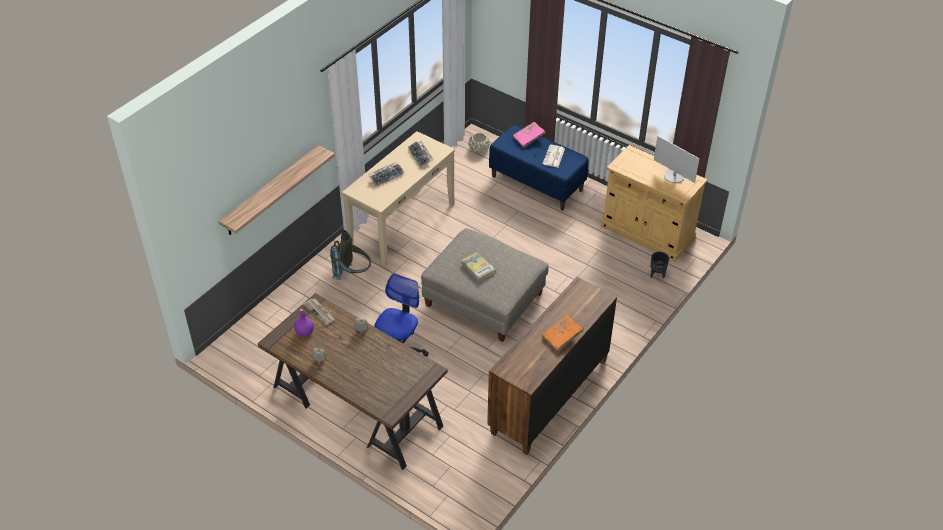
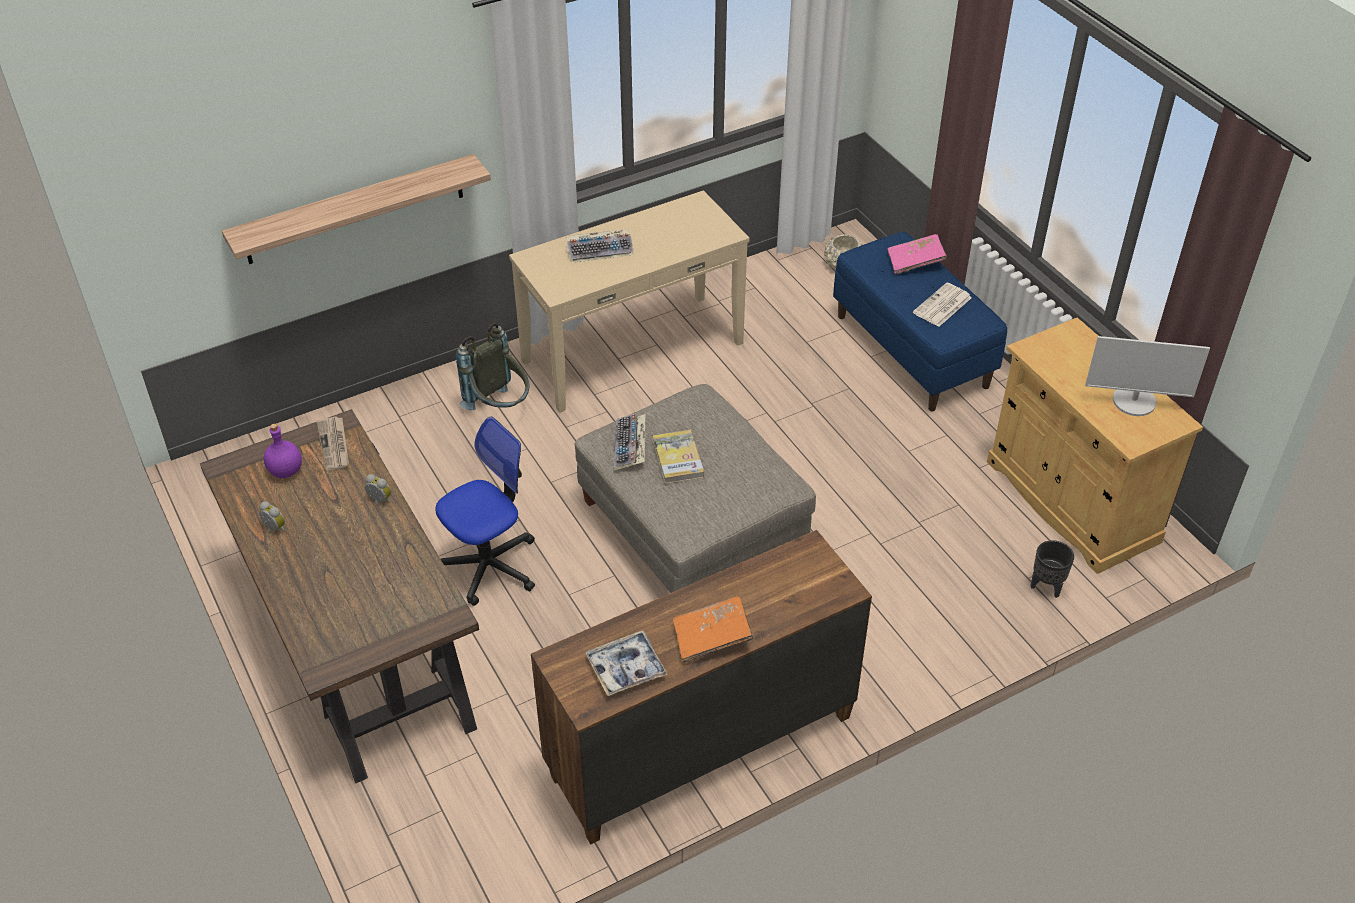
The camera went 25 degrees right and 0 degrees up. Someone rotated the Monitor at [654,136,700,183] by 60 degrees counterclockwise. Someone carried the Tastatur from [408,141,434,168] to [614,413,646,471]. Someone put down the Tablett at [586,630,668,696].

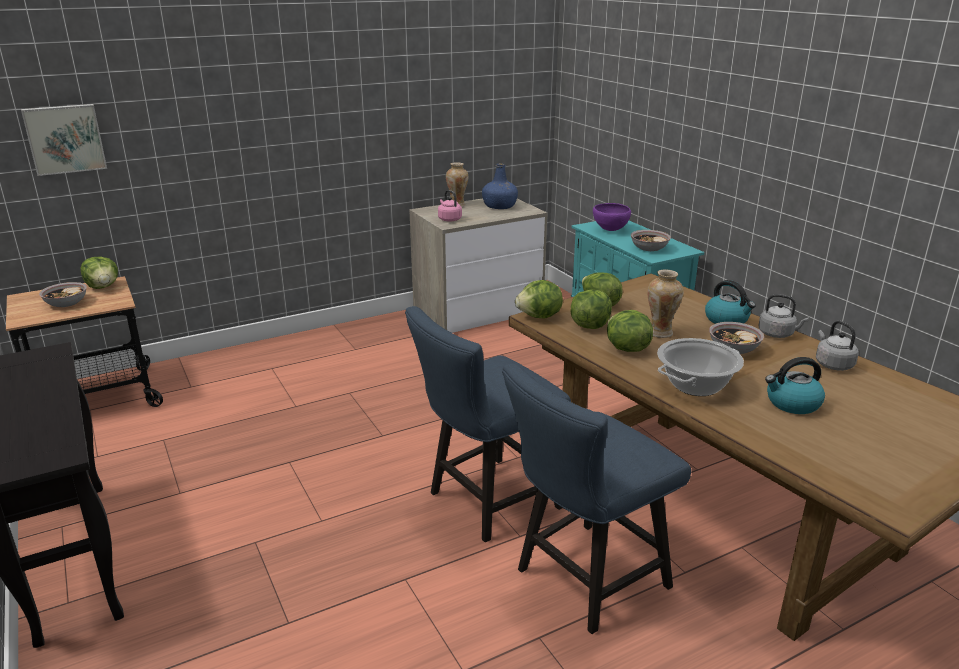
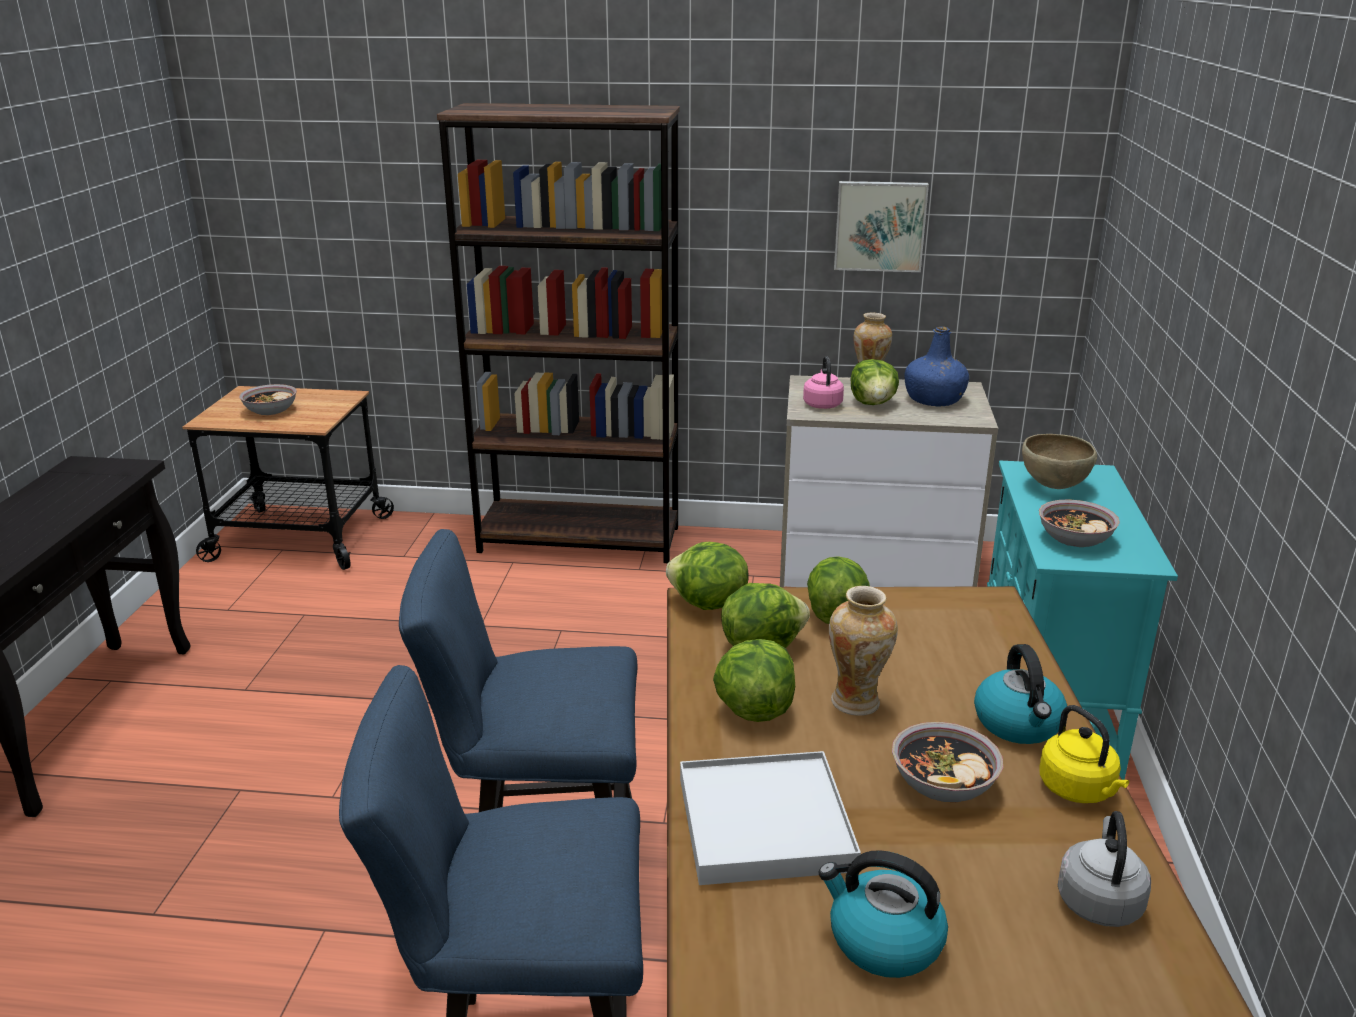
The camera went 35 degrees right and 0 degrees up. Someone carried the Bild from [21,104,107,176] to [834,181,929,272]. Someone repainted the Schüssel [lila] at [593,203,631,231], which became the Schüssel [braun] at [1022,434,1097,489]. Someone carried the Salatkopf from [81,256,118,289] to [851,359,899,405]. Someone repainted the Wasserkessel [grau] at [759,294,809,338], which became the Wasserkessel [gelb] at [1039,705,1129,803]. Someone swapped the Kochtopf at [657,338,744,396] for the Tablett [weiß] at [680,751,861,885]. Someone put down the Bücherregal [braun] at [437,103,680,563].

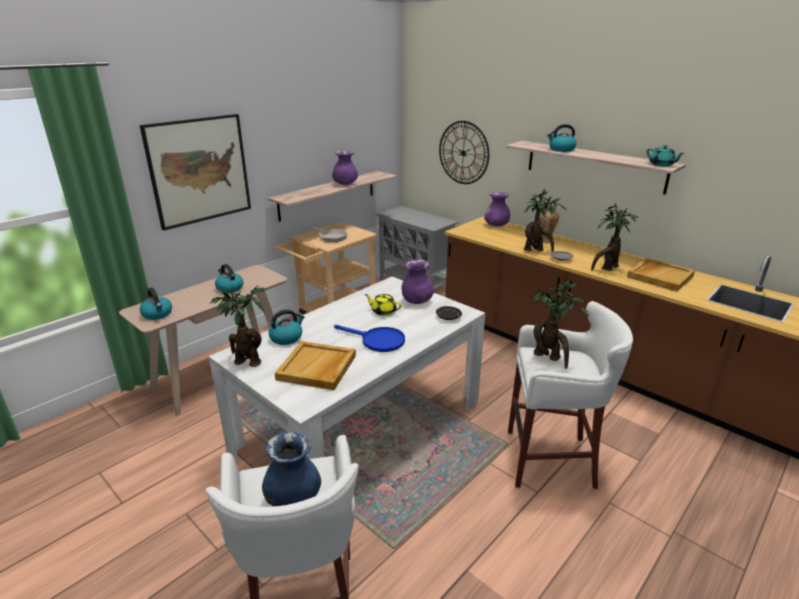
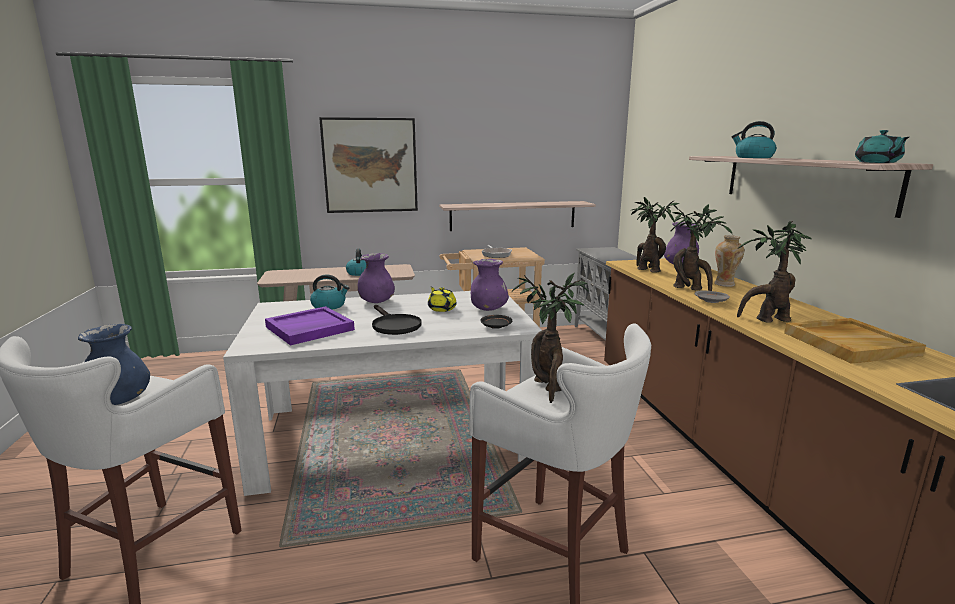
The camera went 35 degrees right and 10 degrees down. Someone took away the Wanduhr at [439,121,489,184]. Someone carried the Vase [lila] from [332,150,358,185] to [357,253,395,303]. Someone carried the Topfpflanze from [209,285,265,367] to [630,197,679,273]. Someone took away the Wasserkessel at [140,287,172,320]. Someone repainted the Pfanne [blau] at [334,325,405,352], which became the Pfanne [schwarz] at [372,305,422,335]. Someone repainted the Tablett [beige] at [275,341,356,390], which became the Tablett [lila] at [265,306,355,345].

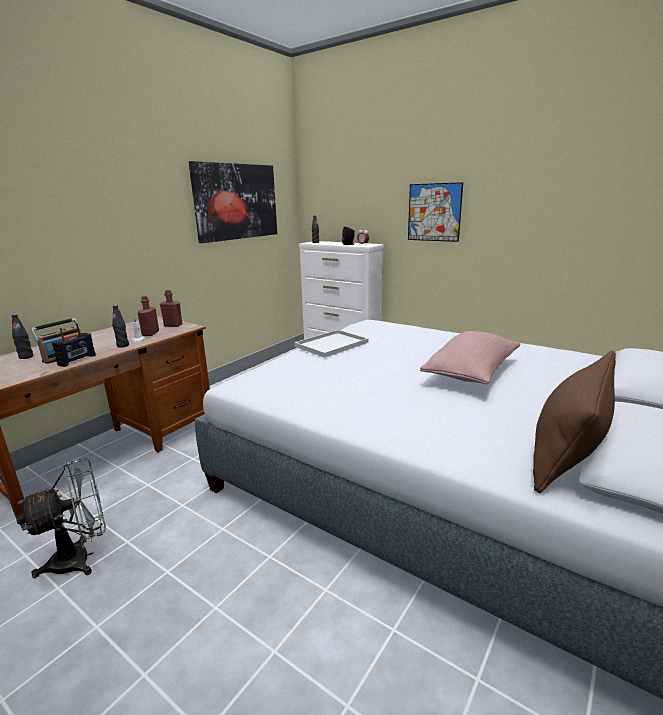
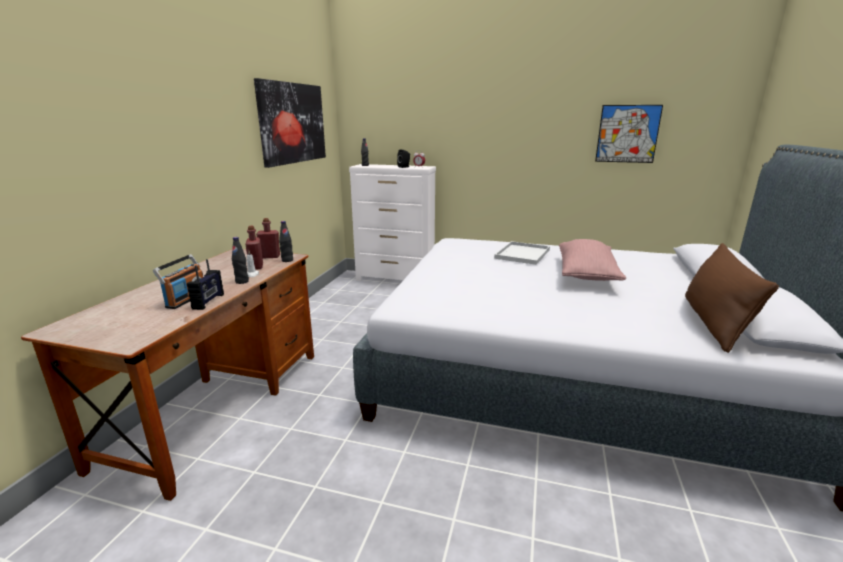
The camera went 20 degrees left and 0 degrees up. Someone carried the Bild from [408,182,463,242] to [595,105,663,163]. Someone carried the Flasche [schwarz] from [11,314,33,359] to [279,221,293,262]. Someone carried the Tablett [weiß] from [294,330,368,358] to [494,241,550,265]. Someone took away the Ventilator [grau] at [16,457,106,578].

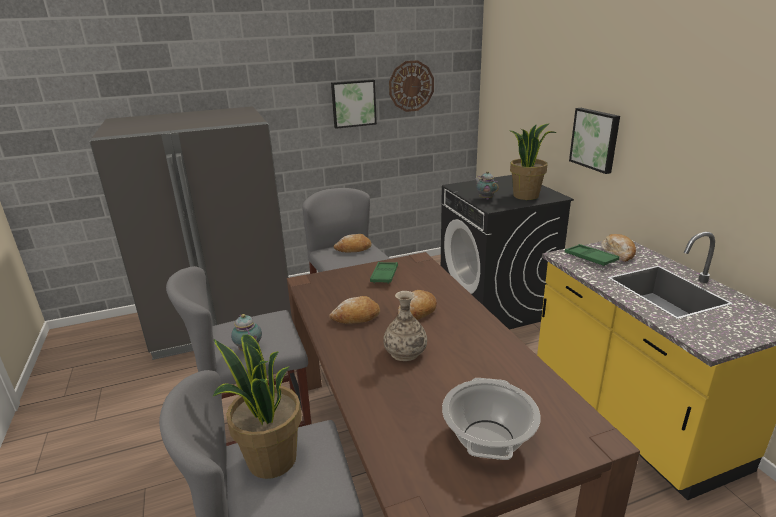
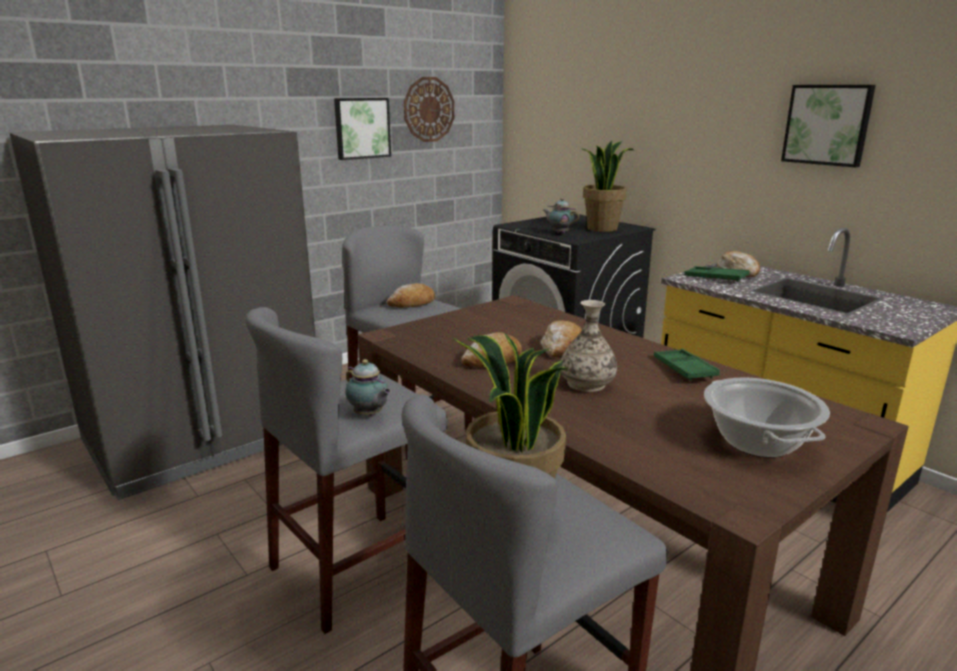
The camera went 20 degrees left and 5 degrees down. Someone carried the Bild from [569,108,620,174] to [781,85,876,167]. Someone carried the Tablett [grün] from [370,262,398,284] to [654,349,720,381].

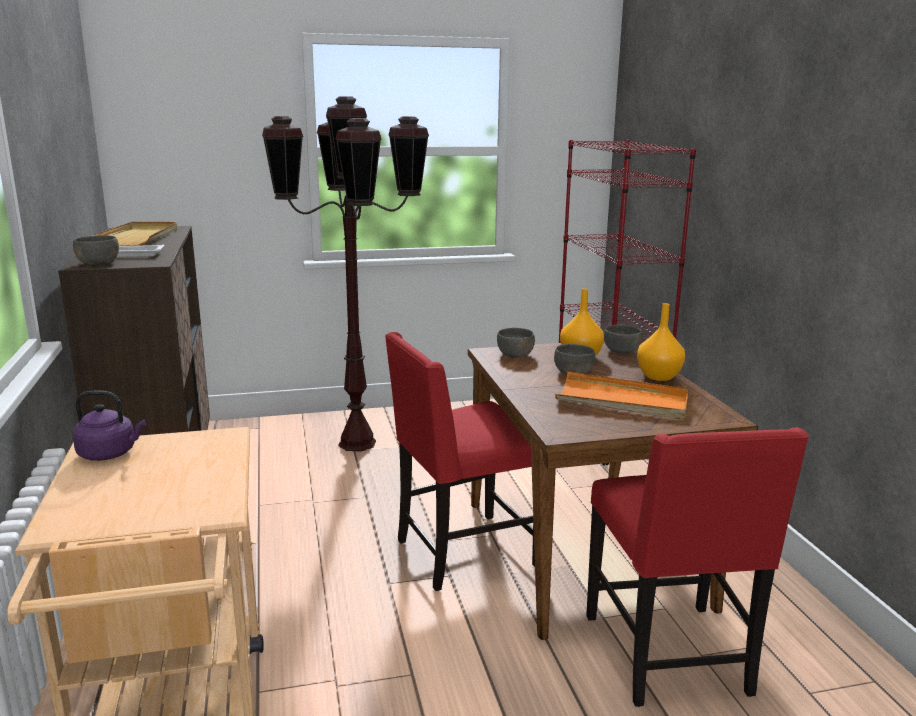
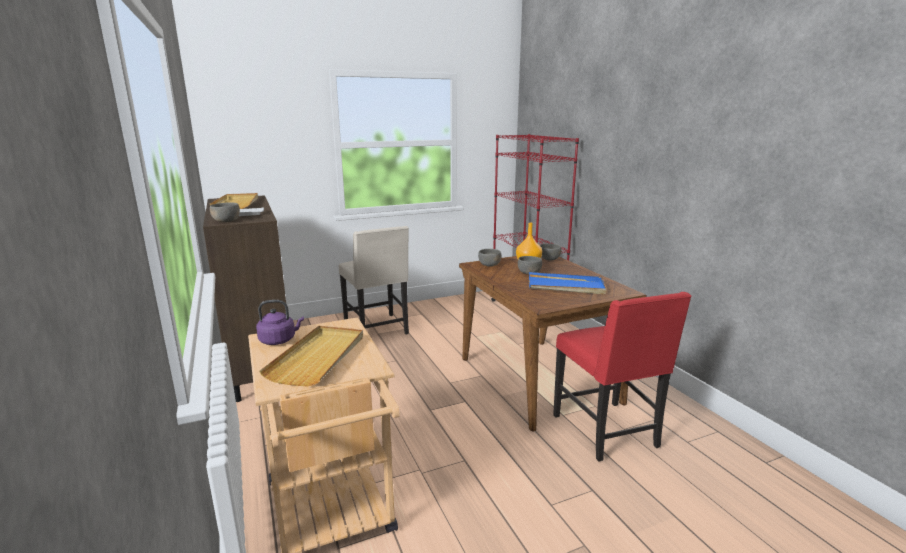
The camera went 10 degrees left and 0 degrees up. Someone swapped the Stehlampe [braun] at [262,96,429,452] for the Stuhl [beige] at [339,226,409,335]. Someone took away the Vase [orange] at [637,303,685,381]. Someone took away the Stuhl [rot] at [385,332,535,591]. Someone repainted the Tablett [orange] at [555,372,688,419], which became the Tablett [blau] at [529,272,607,294]. Someone put down the Tablett [beige] at [259,326,363,387].

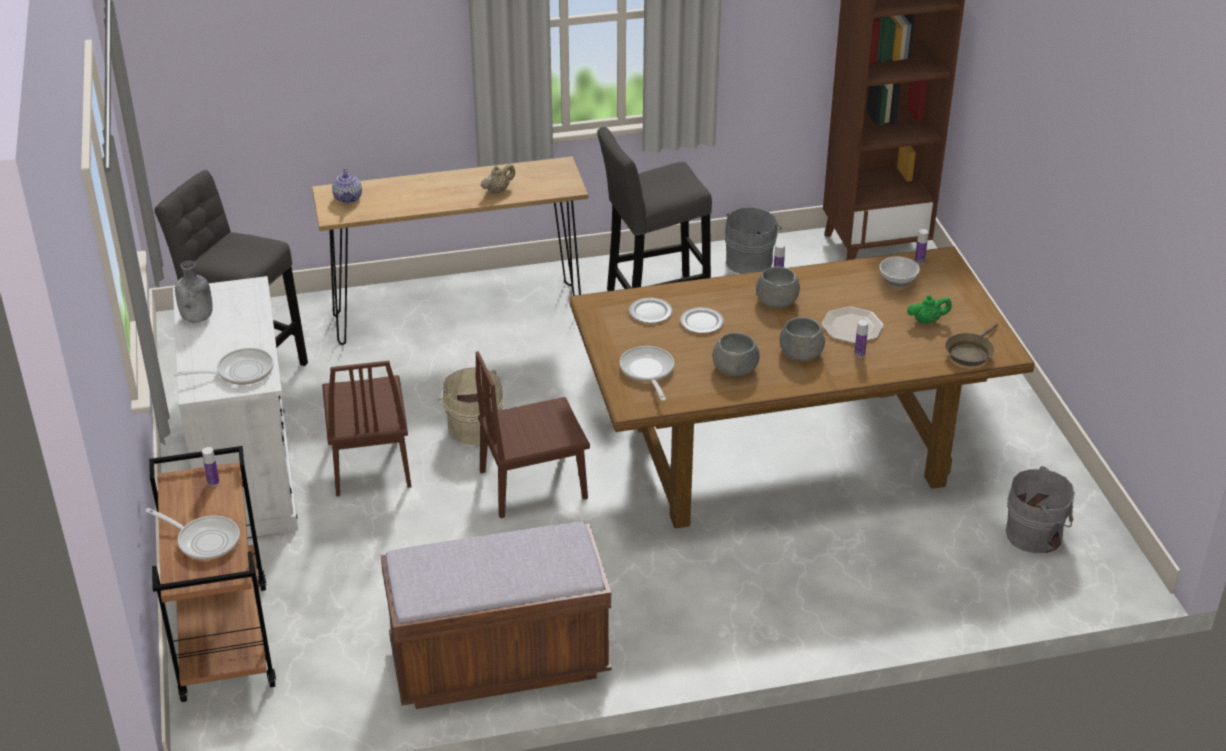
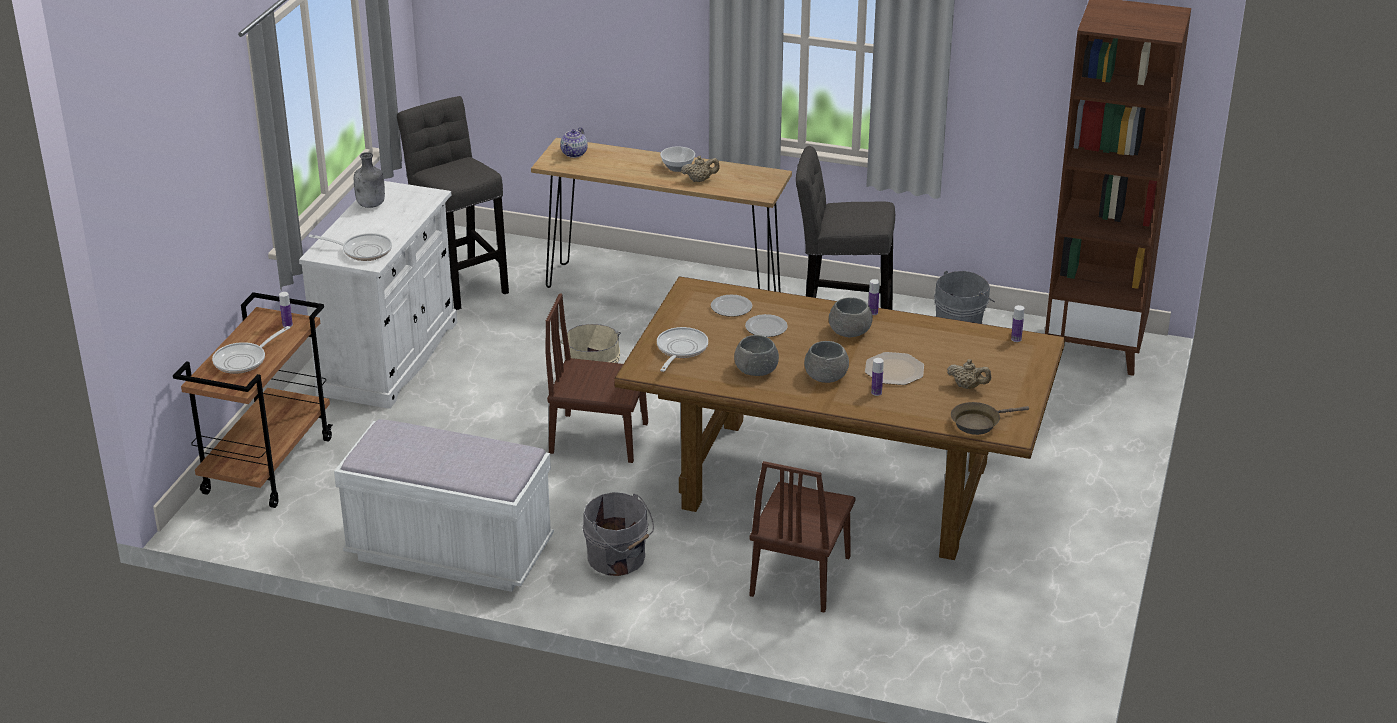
The camera went 30 degrees right and 5 degrees down. Someone carried the Schüssel from [879,257,920,288] to [660,146,695,172]. Someone repainted the Teekanne [grün] at [907,295,952,324], which became the Teekanne [beige] at [947,359,991,389]. Someone carried the Stuhl [braun] from [322,361,411,497] to [750,461,855,613]. Someone carried the Eimer [grau] from [1006,466,1075,553] to [583,492,654,576]. Someone rotated the Pfanne at [145,508,240,560] by 75 degrees clockwise. Someone repainted the Bank [braun] at [380,522,611,709], which became the Bank [weiß] at [334,419,554,592].

